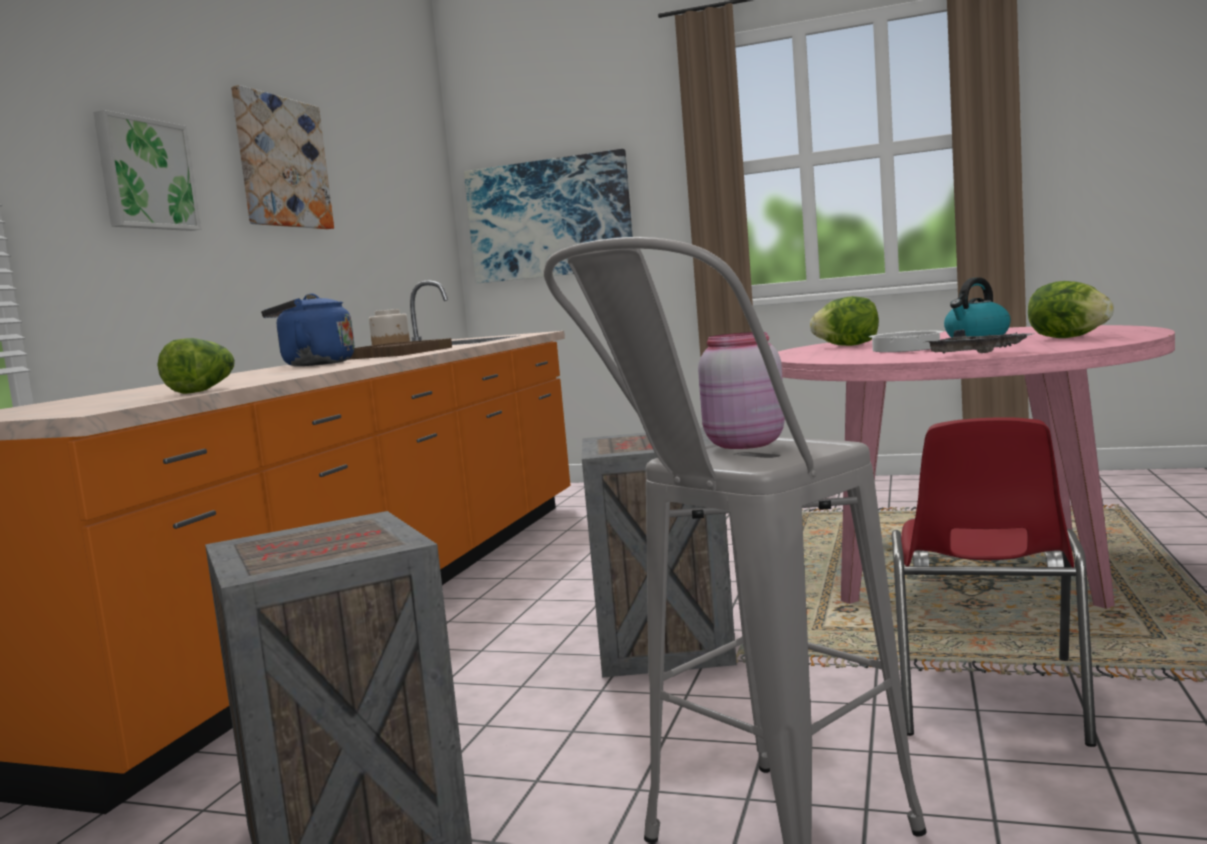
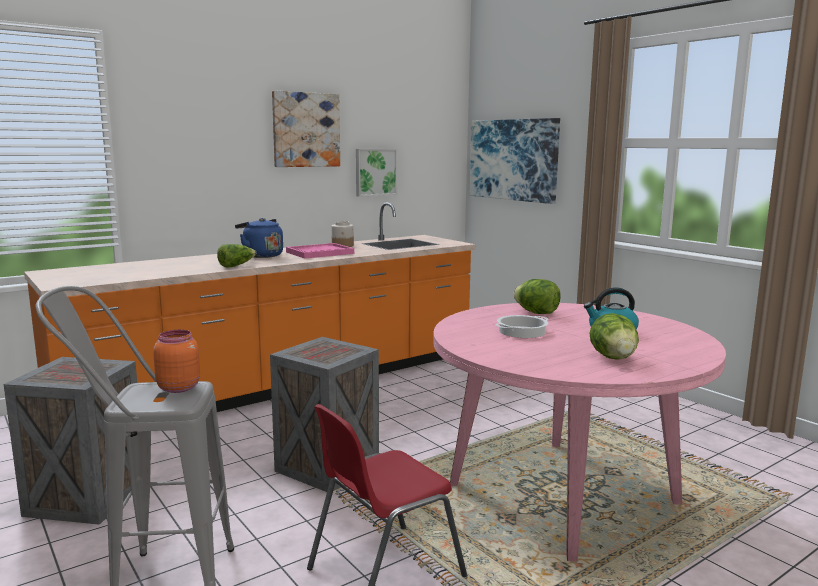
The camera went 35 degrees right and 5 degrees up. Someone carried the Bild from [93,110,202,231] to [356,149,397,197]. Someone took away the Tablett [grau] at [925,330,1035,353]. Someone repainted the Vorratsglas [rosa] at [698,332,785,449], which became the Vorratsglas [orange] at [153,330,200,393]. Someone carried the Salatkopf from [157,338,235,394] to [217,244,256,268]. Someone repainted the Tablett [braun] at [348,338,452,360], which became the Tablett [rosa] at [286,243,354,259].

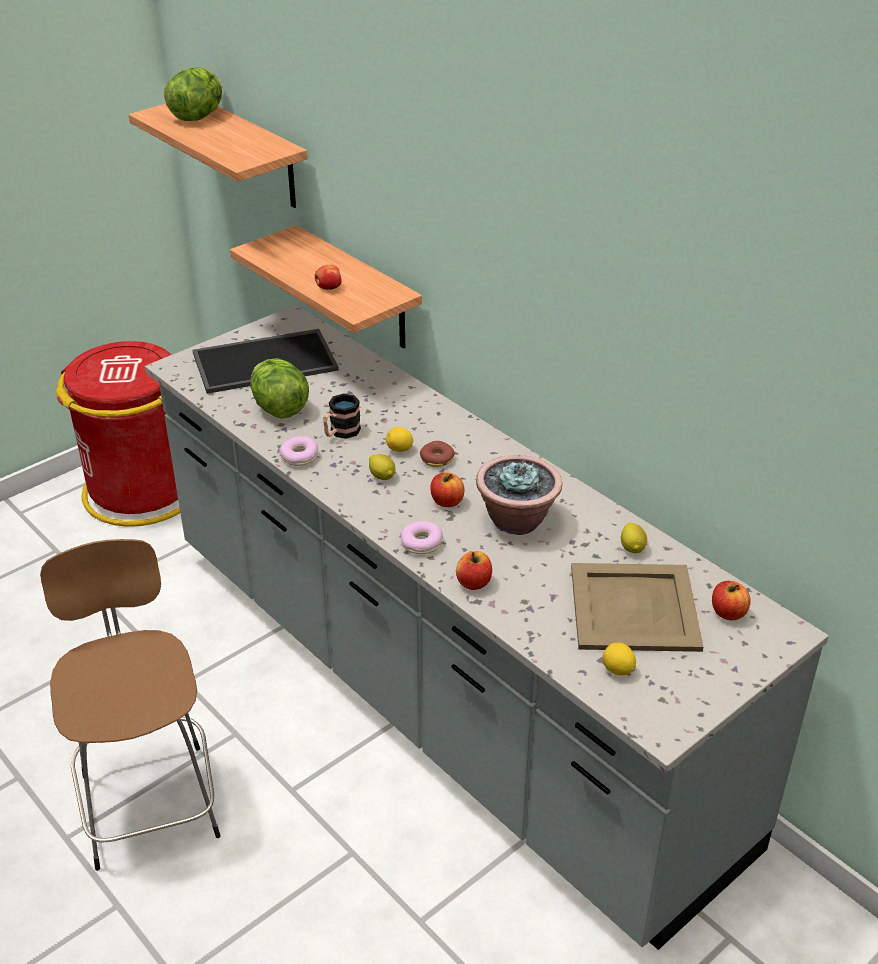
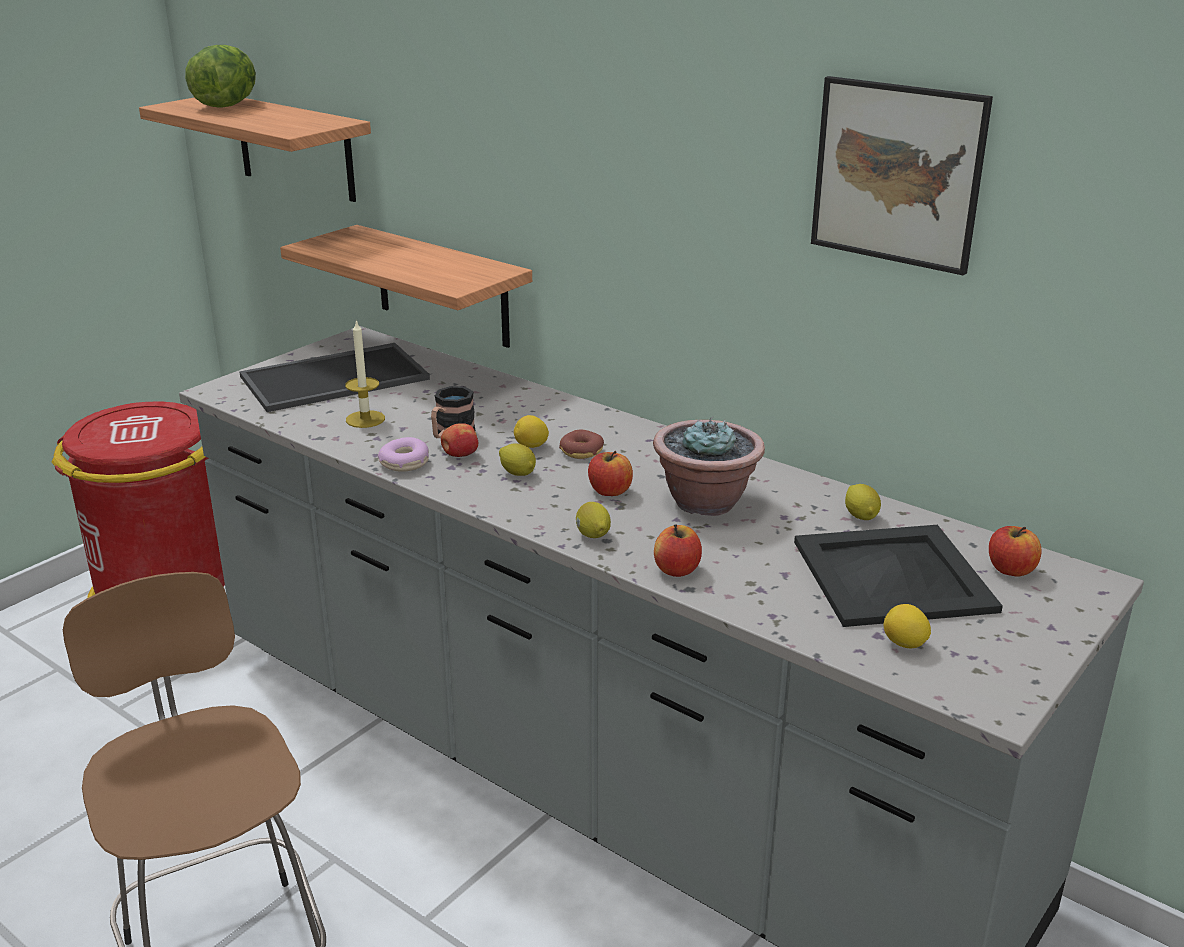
The camera went 10 degrees left and 10 degrees down. Someone carried the Apfel from [315,265,342,290] to [441,423,478,457]. Someone swapped the Salatkopf at [250,358,309,419] for the Kerze at [345,320,385,428]. Someone swapped the Donut at [400,521,443,554] for the Zitrone at [576,502,611,538]. Someone repainted the Tablett [beige] at [571,563,703,652], which became the Tablett [schwarz] at [794,525,1003,627]. Someone put up the Bild at [811,76,993,276].

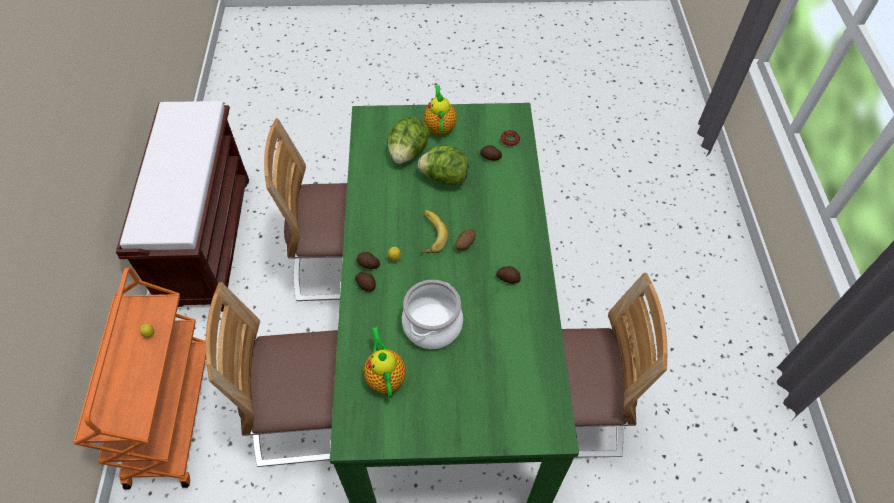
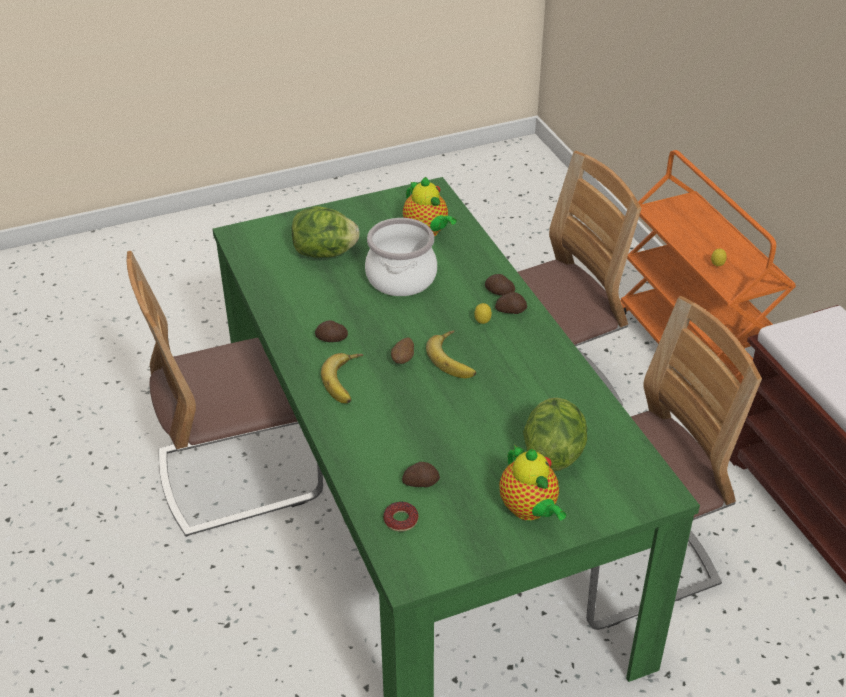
The camera went 160 degrees right and 15 degrees down. Someone carried the Salatkopf from [418,145,468,185] to [292,206,360,257]. Someone put down the Banane at [321,353,364,403].

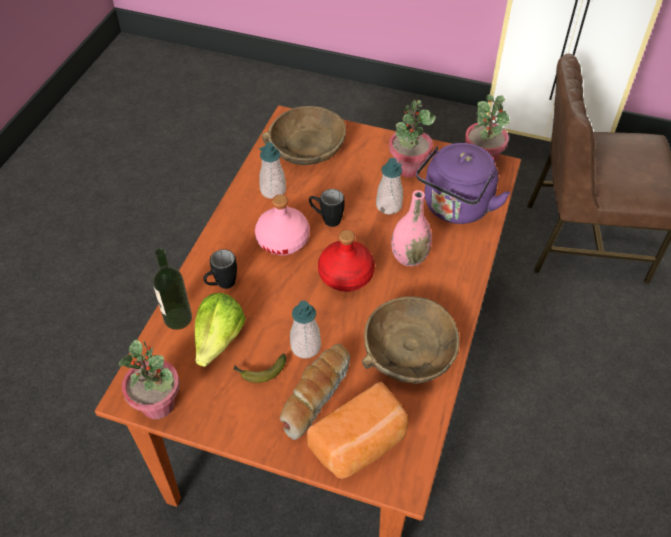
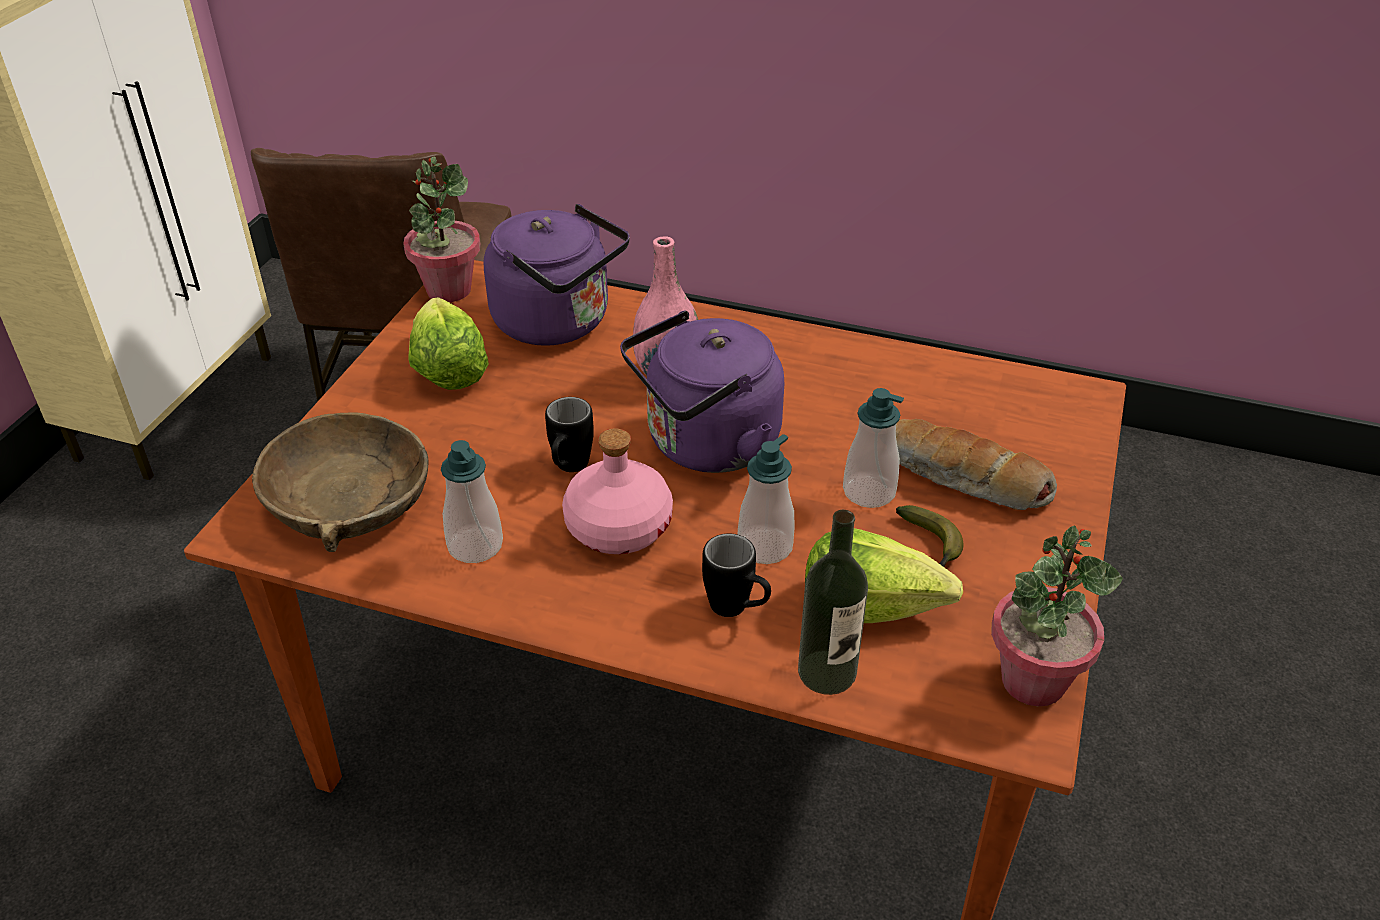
The camera went 90 degrees left and 10 degrees down. Someone swapped the Topfpflanze at [389,100,436,177] for the Salatkopf at [408,297,489,390]. Someone carried the Seifenspender from [376,158,403,215] to [738,434,795,564]. Someone swapped the Flasche [rot] at [318,230,375,292] for the Wasserkessel [lila] at [620,311,785,473]. Someone took away the Schüssel [braun] at [362,296,459,384]. Someone took away the Brot at [307,382,408,479].

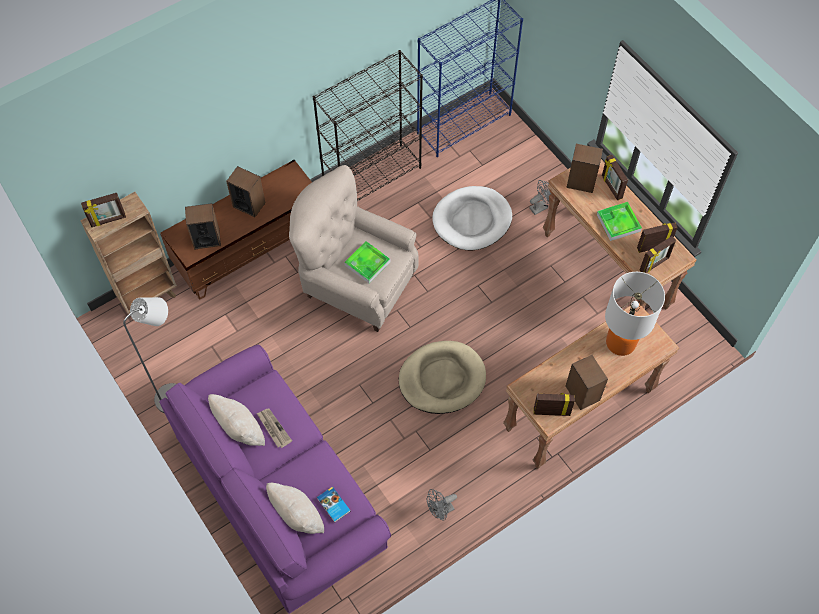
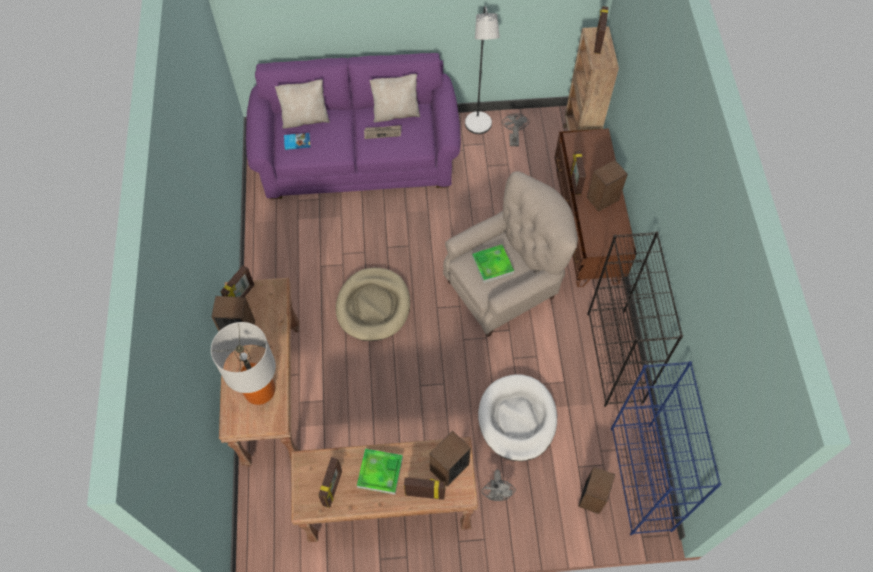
The camera went 120 degrees right and 0 degrees up. Someone carried the Lautsprecher from [185,203,221,250] to [578,467,615,514]. Someone carried the Bilderrahmen from [640,236,676,273] to [571,150,586,195]. Someone carried the Ventilator [grau] from [427,489,457,521] to [502,113,529,146].

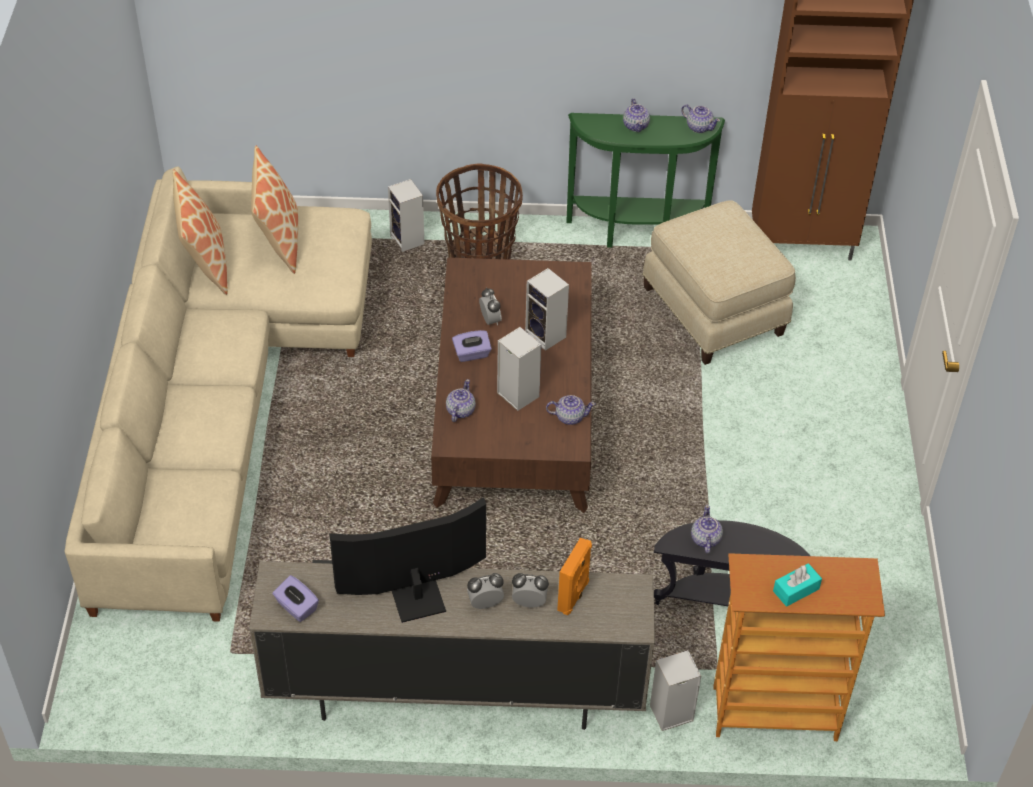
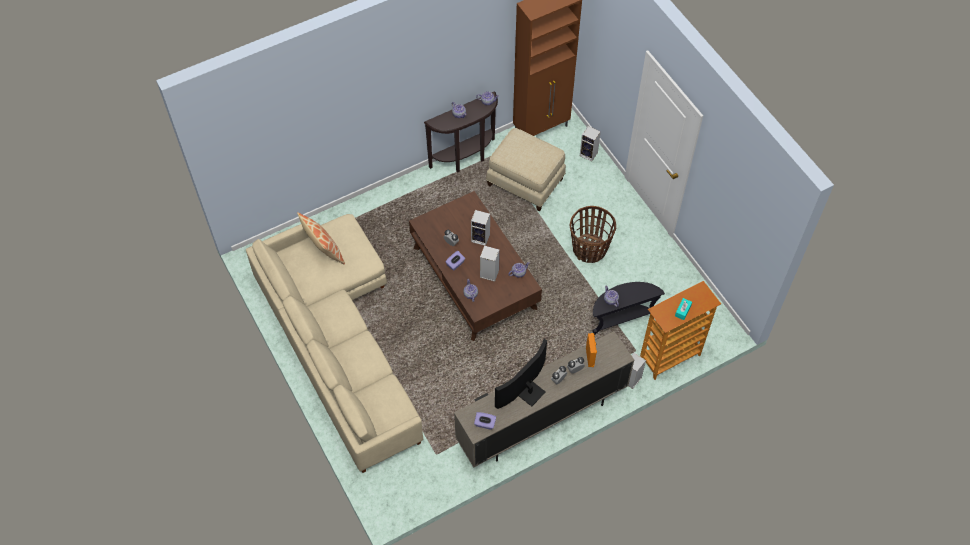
The camera went 30 degrees left and 10 degrees up. Someone repainted the Konsolentisch [grün] at [567,113,725,248], which became the Konsolentisch [braun] at [424,91,498,173]. Someone carried the Korb from [436,164,523,260] to [570,206,616,263]. Someone took away the Kissen at [173,170,228,295]. Someone carried the Lautsprecher from [388,179,424,252] to [580,126,601,161].

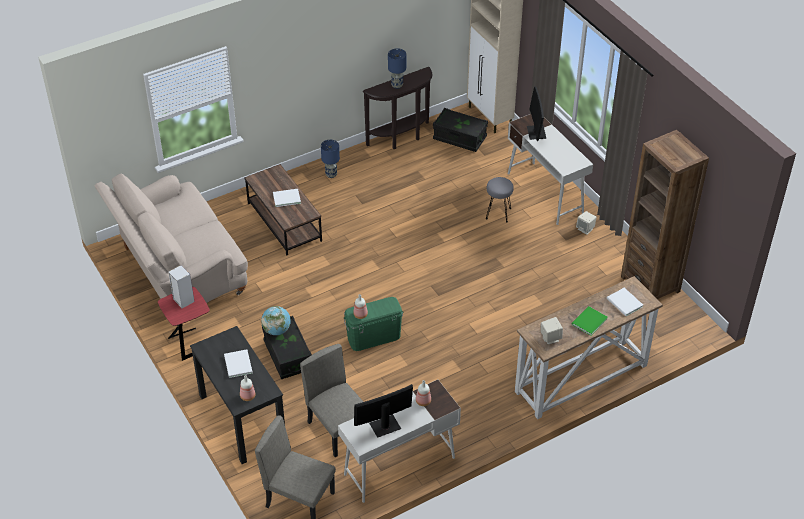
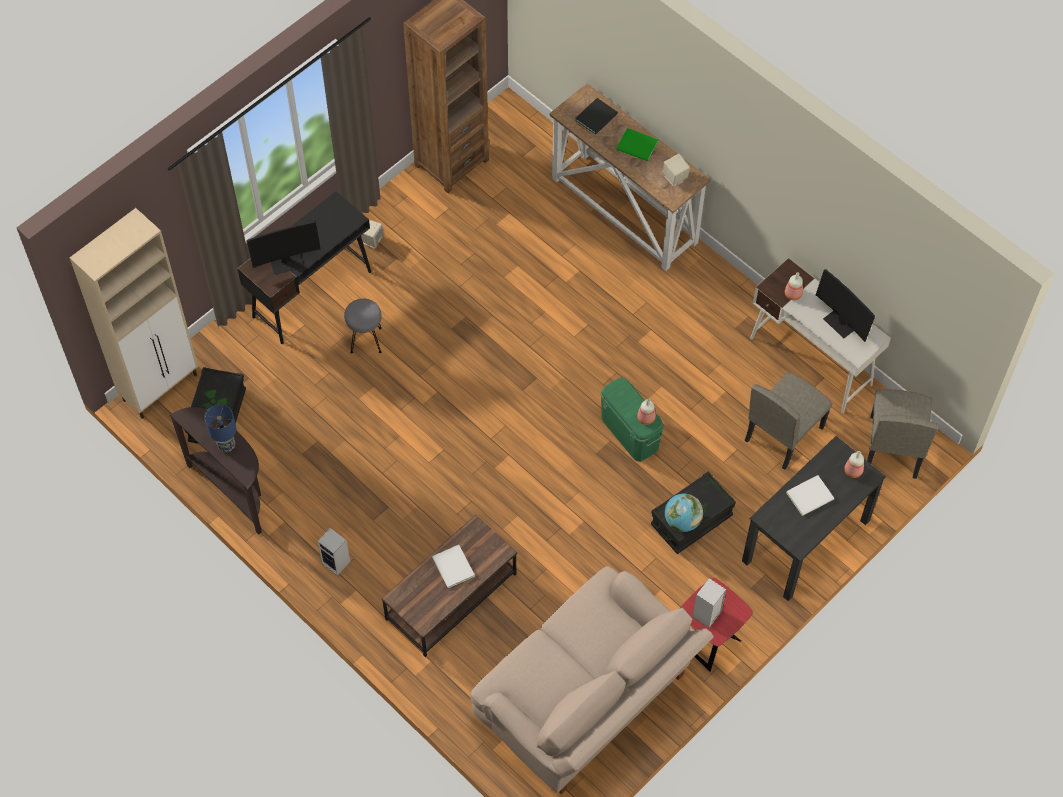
The camera went 105 degrees left and 15 degrees up. Someone repainted the Schreibtisch [weiß] at [508,114,593,225], which became the Schreibtisch [schwarz] at [237,191,371,344]. Someone swapped the Tischlampe [blau] at [321,140,340,178] for the Lautsprecher at [317,528,350,576]. Someone repainted the Buch [weiß] at [607,288,643,316], which became the Buch [schwarz] at [575,98,618,134].

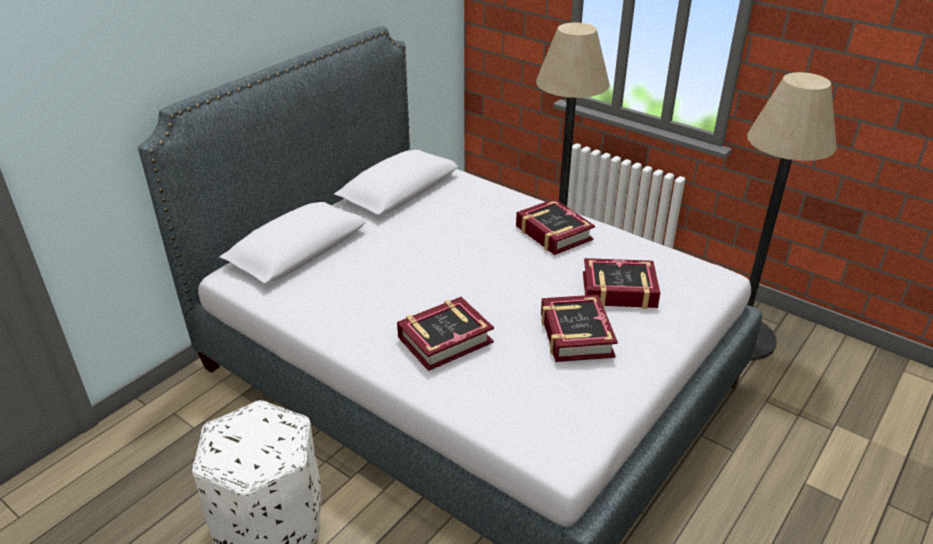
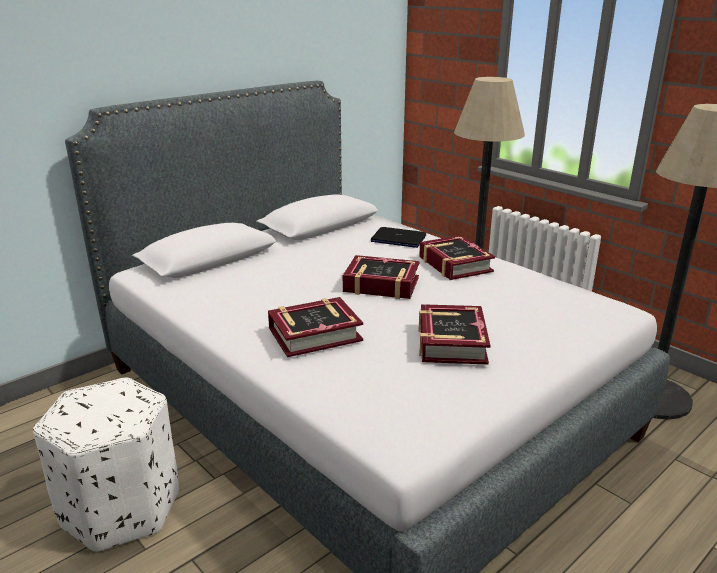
The camera went 10 degrees right and 10 degrees down. Someone carried the Buch from [583,258,660,309] to [343,255,420,299]. Someone put down the Laptop at [371,227,426,248].

